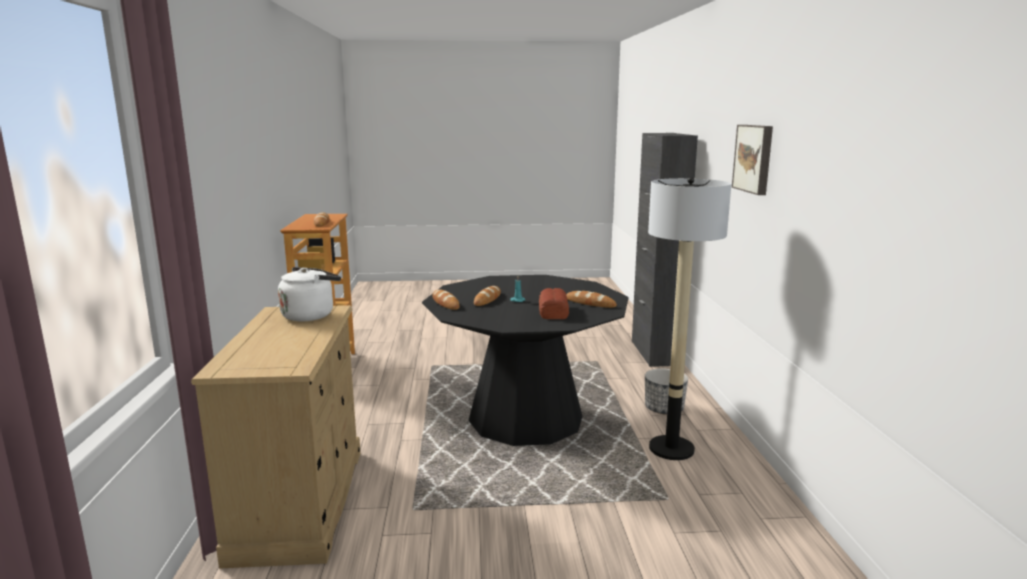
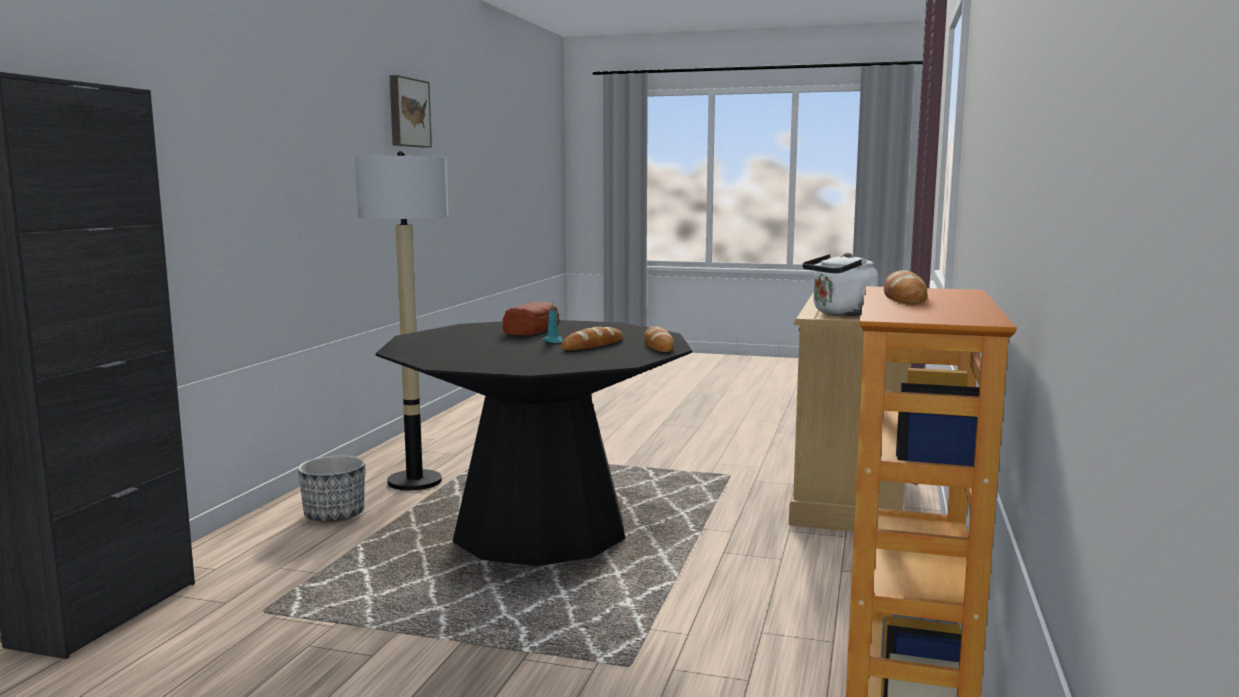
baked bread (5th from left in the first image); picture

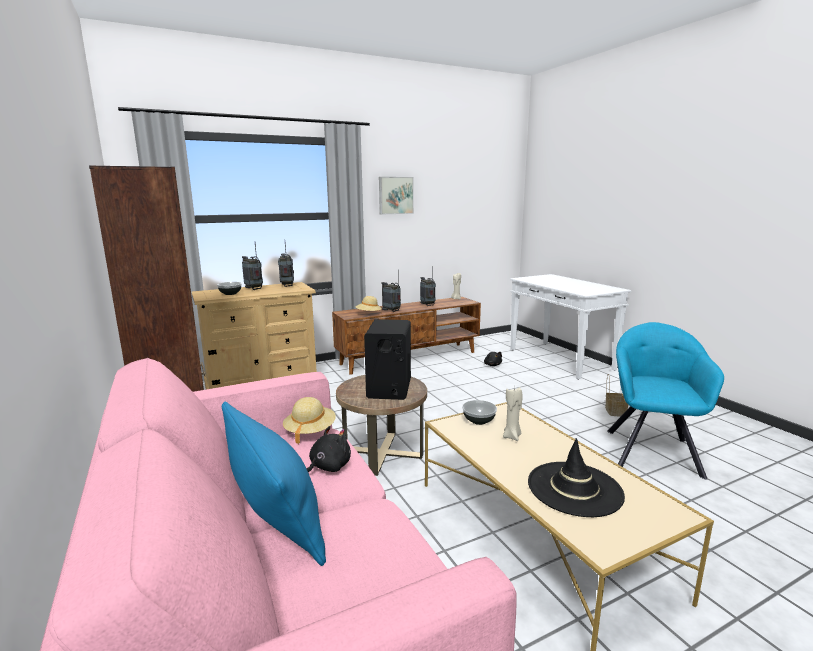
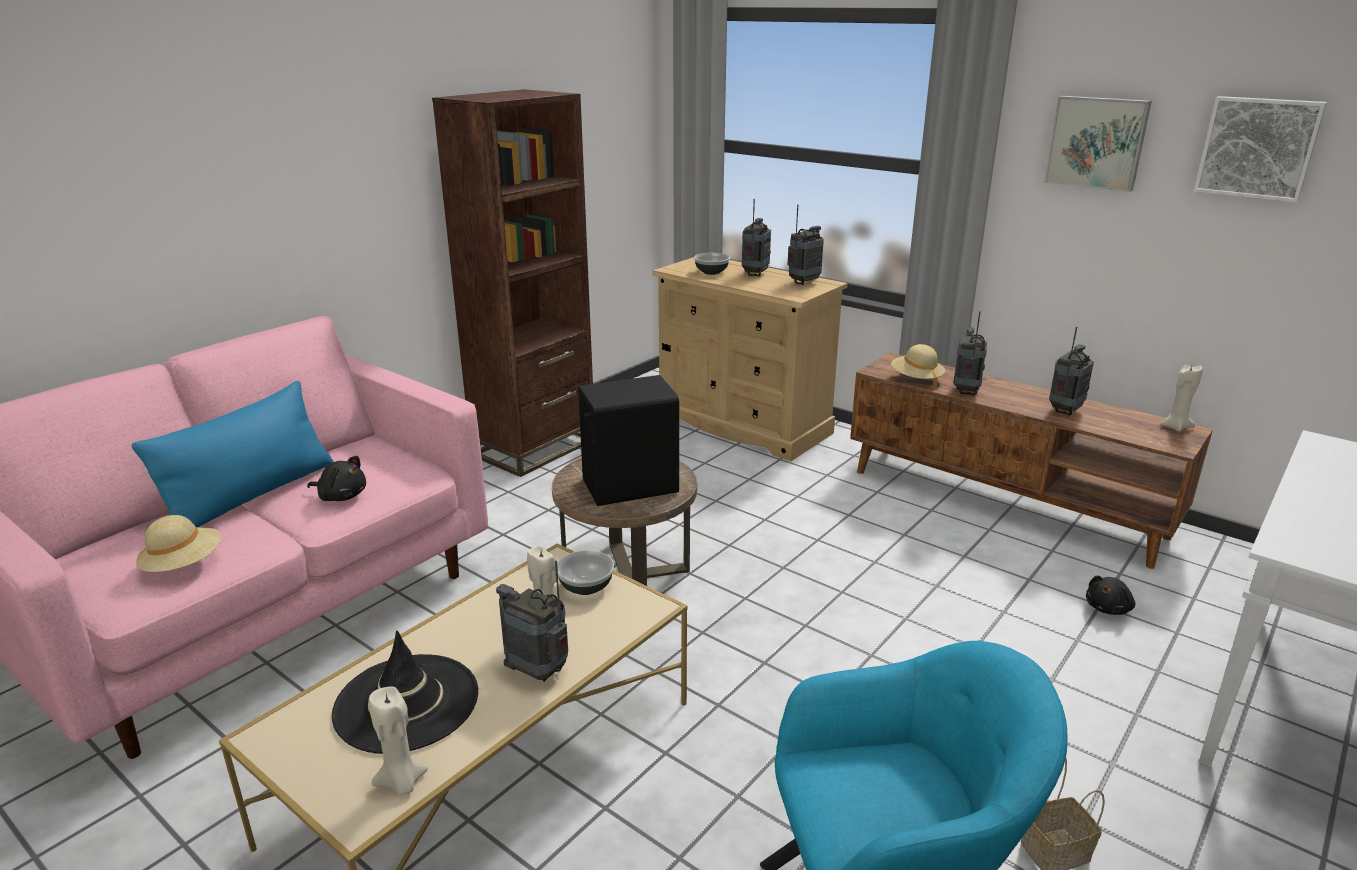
wearable hat (beige-coloured) (1st from left); wax candle (beige-coloured) (1st from left); radio set (1st from left); picture (2nd from left)

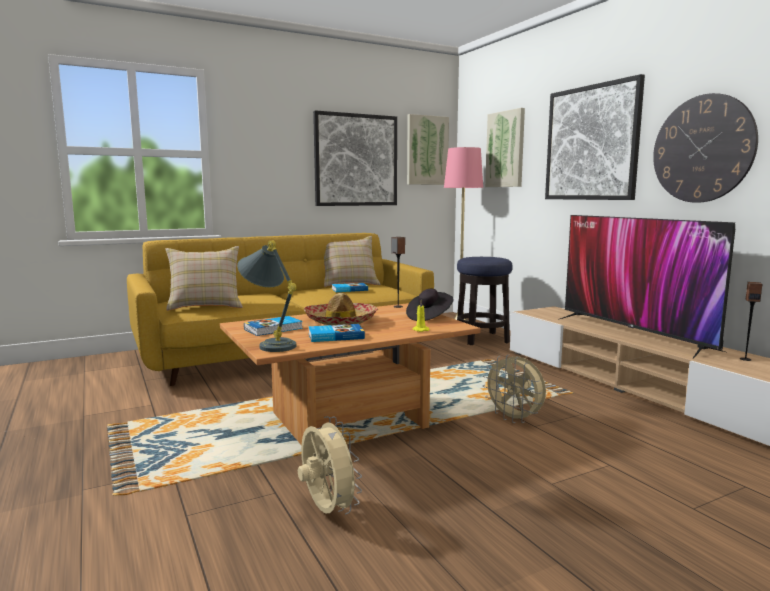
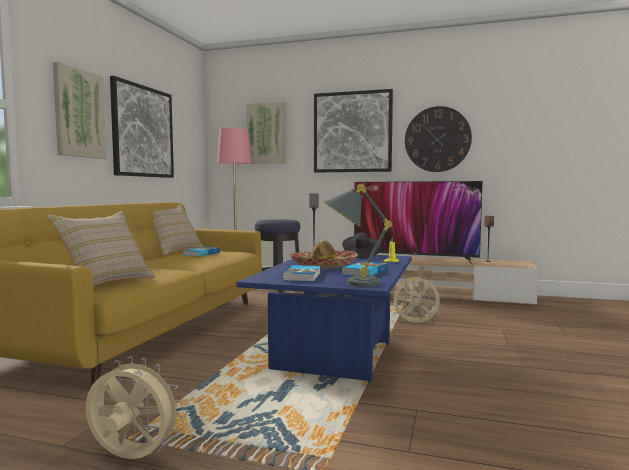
low table (blue-coloured); cooling fan (beige-coloured) (1st from left); picture (1st from left)

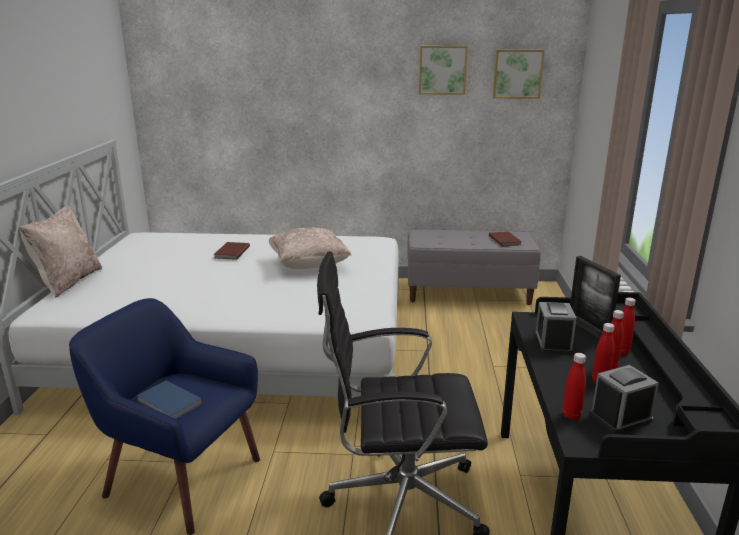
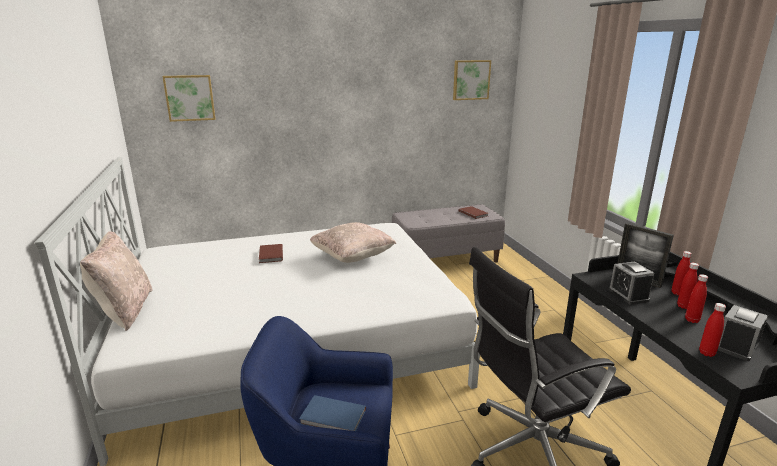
picture (1st from left)

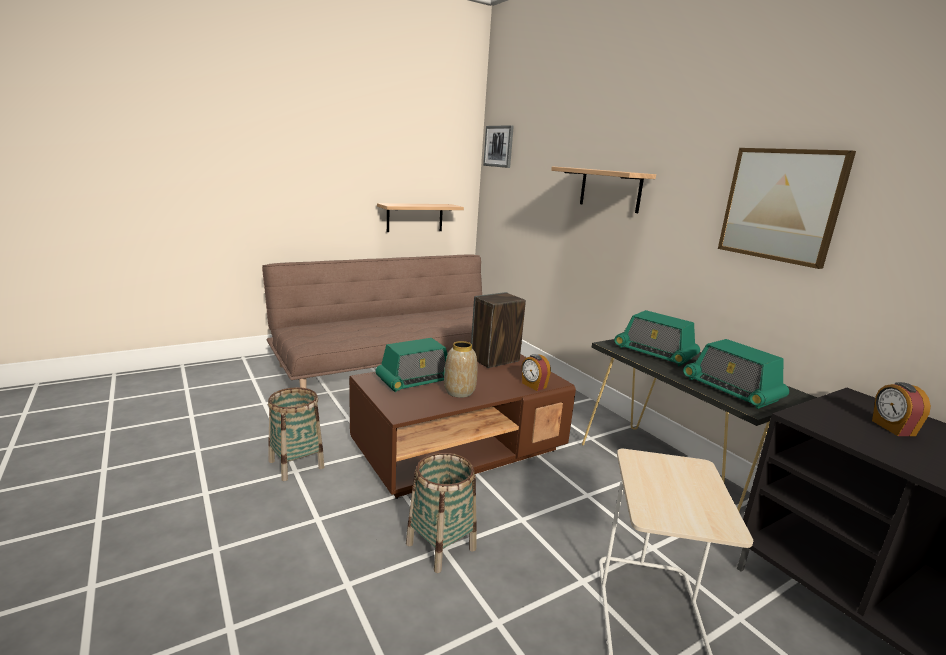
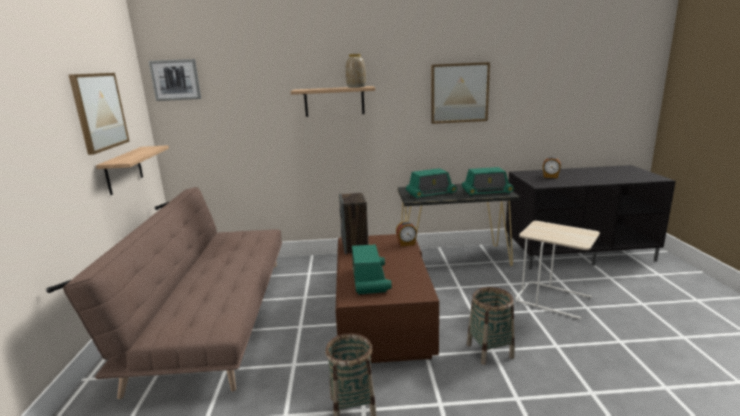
decorative vase; picture (1st from left)

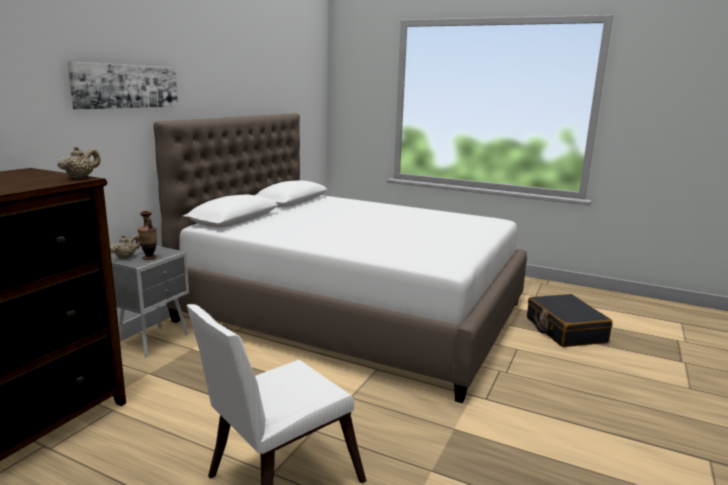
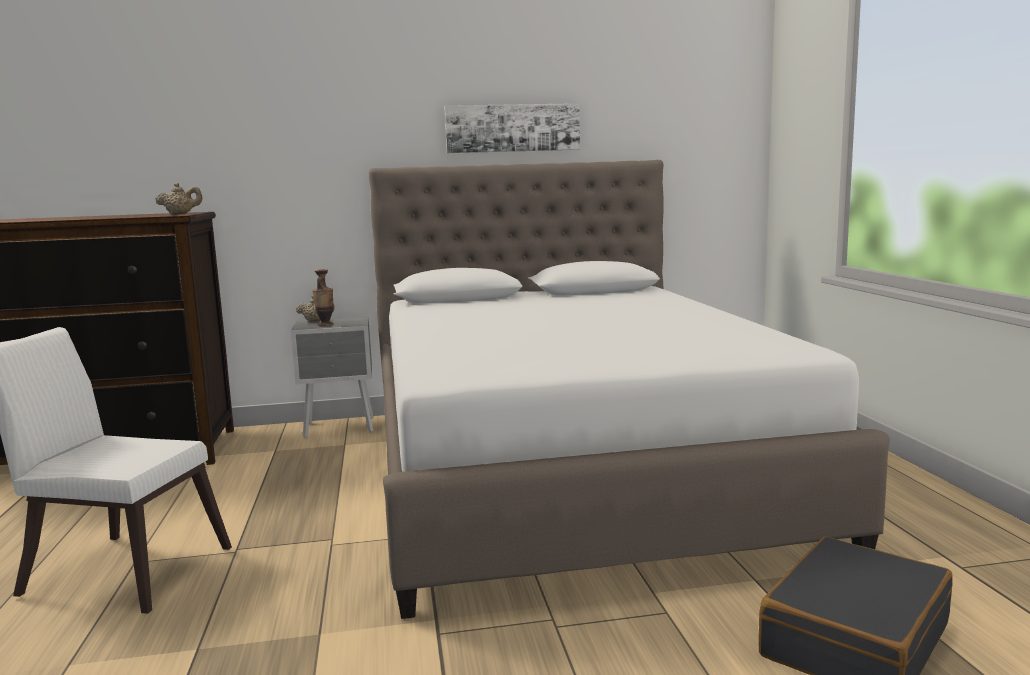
picture

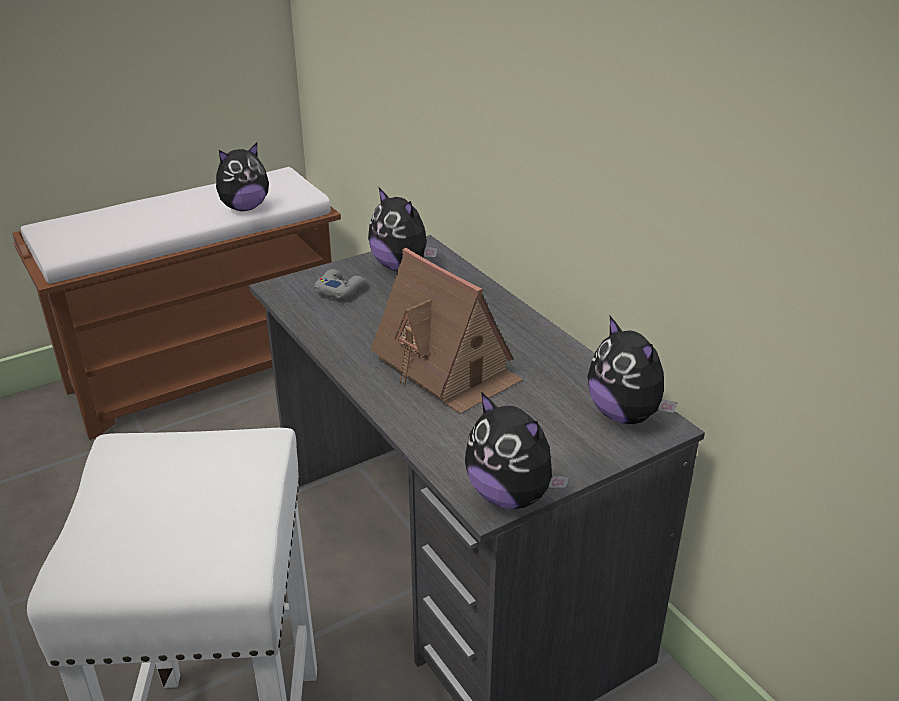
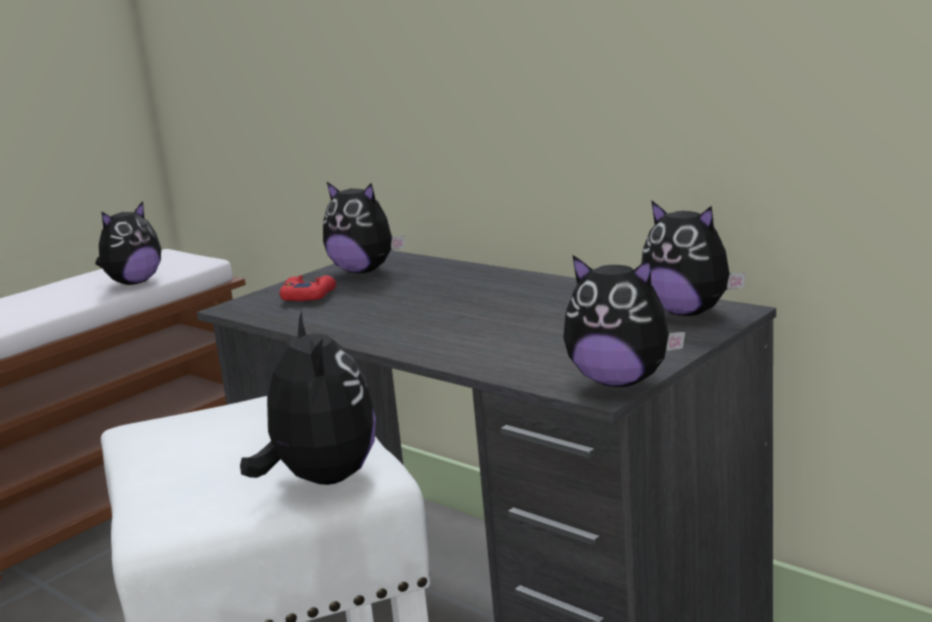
game controller (reddish); model house; cuddly toy (2nd from left)

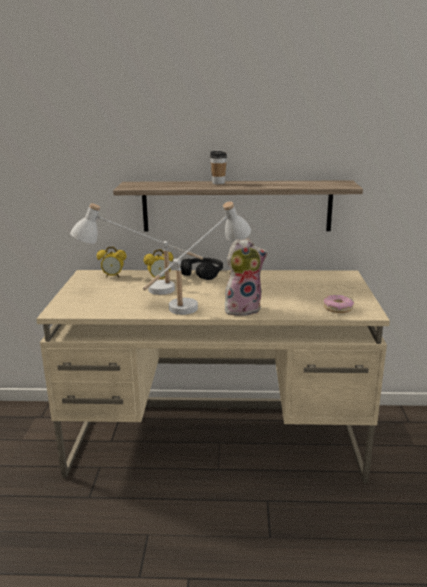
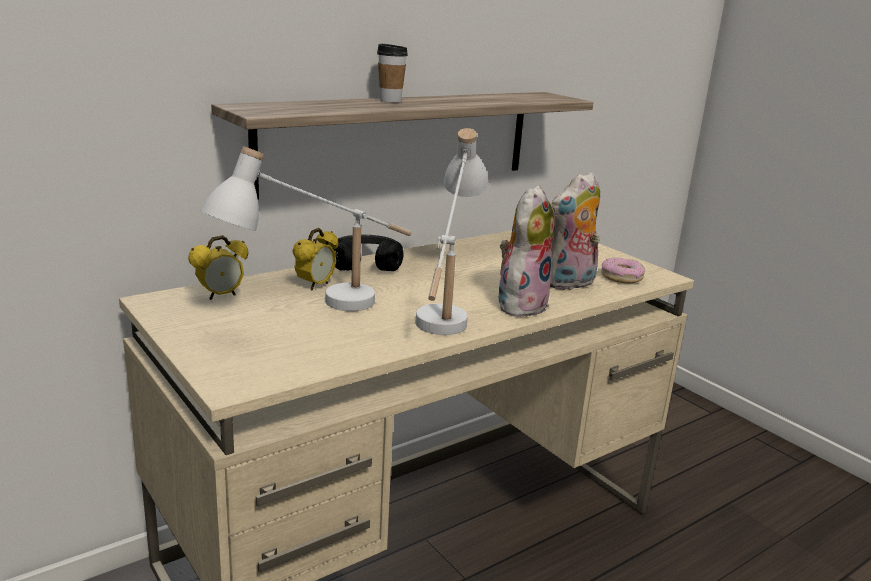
cuddly toy (2nd from left)

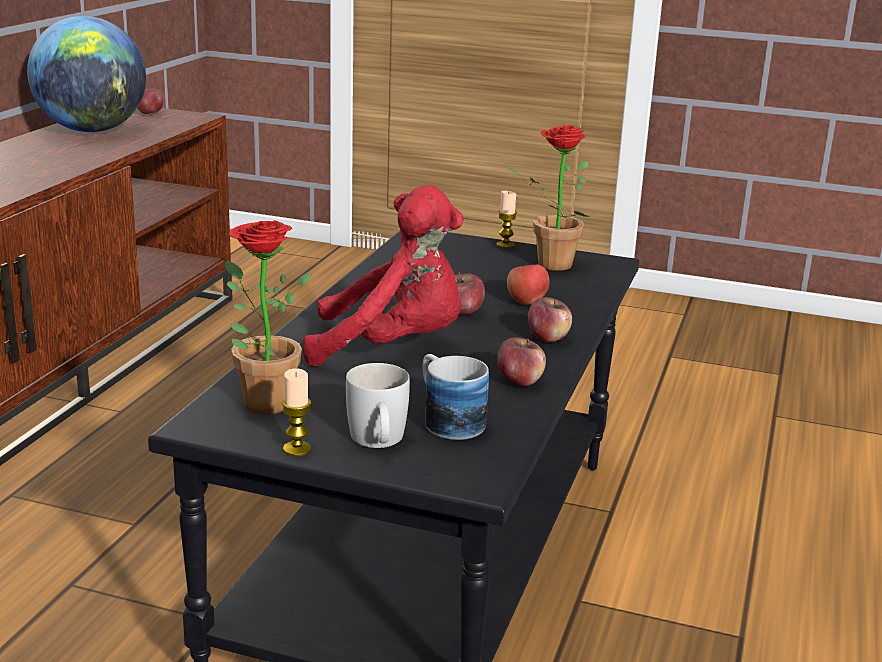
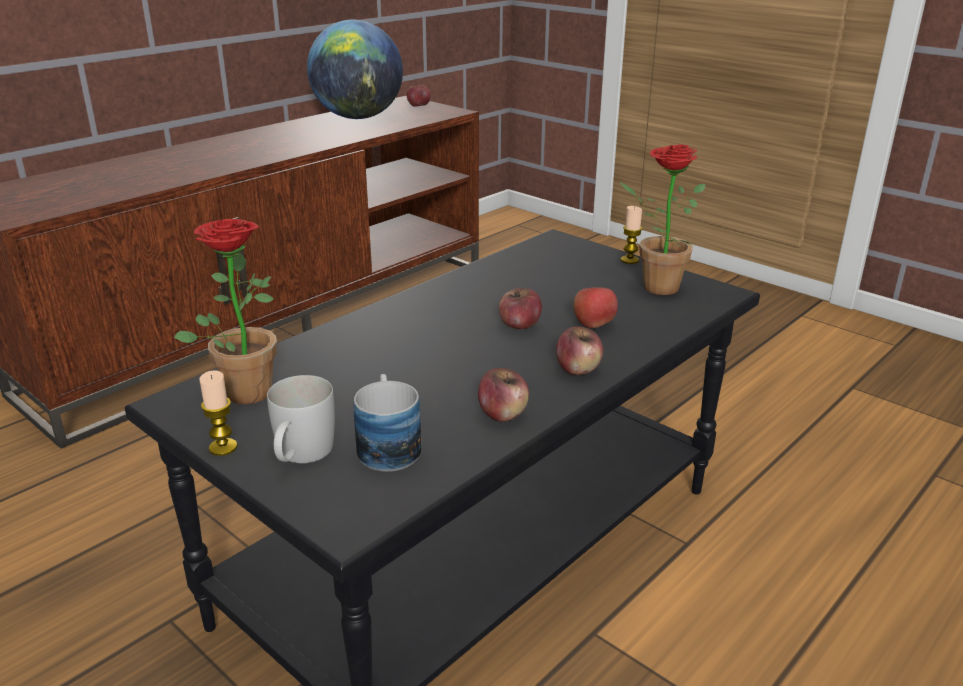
cuddly toy (reddish)

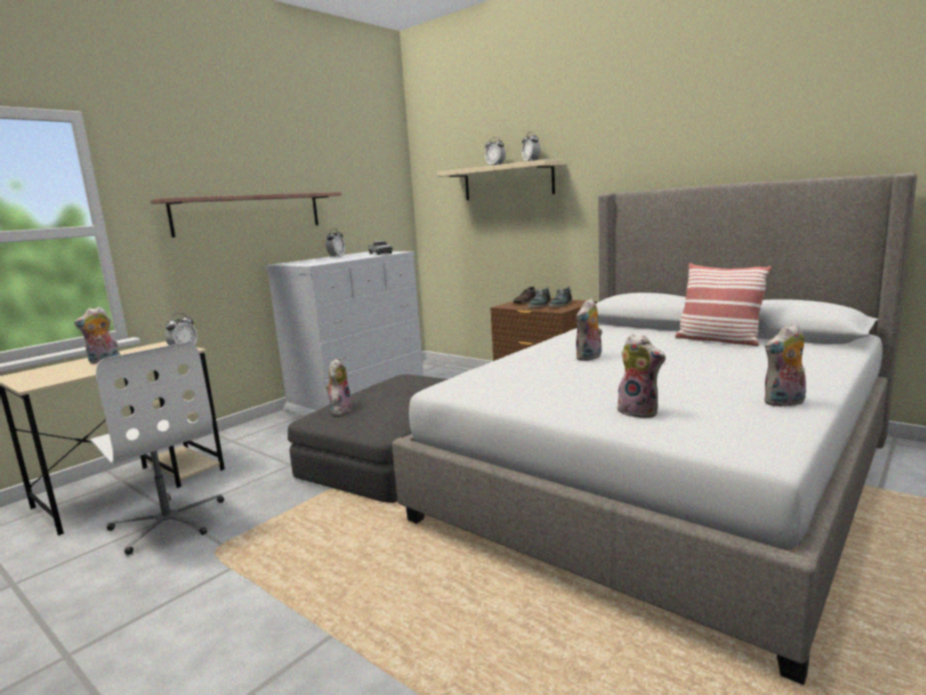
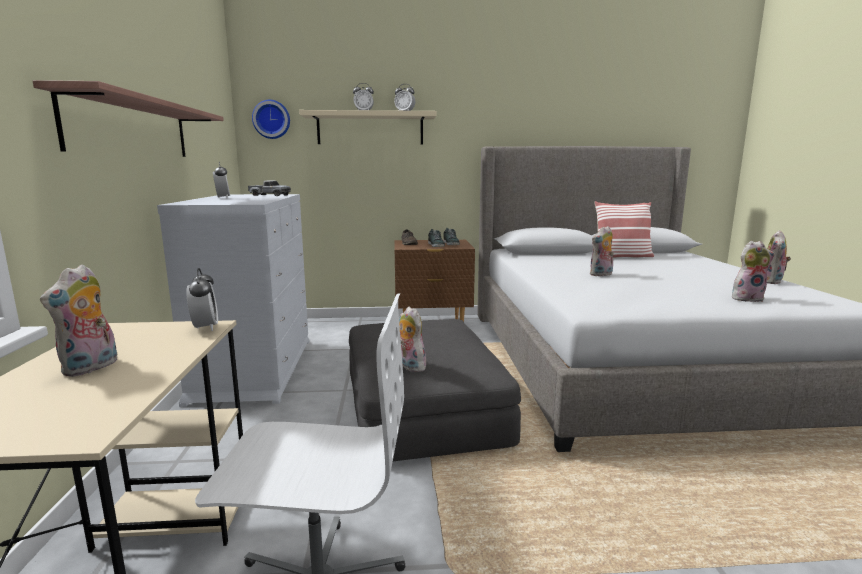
cuddly toy (3rd from left); wall clock

